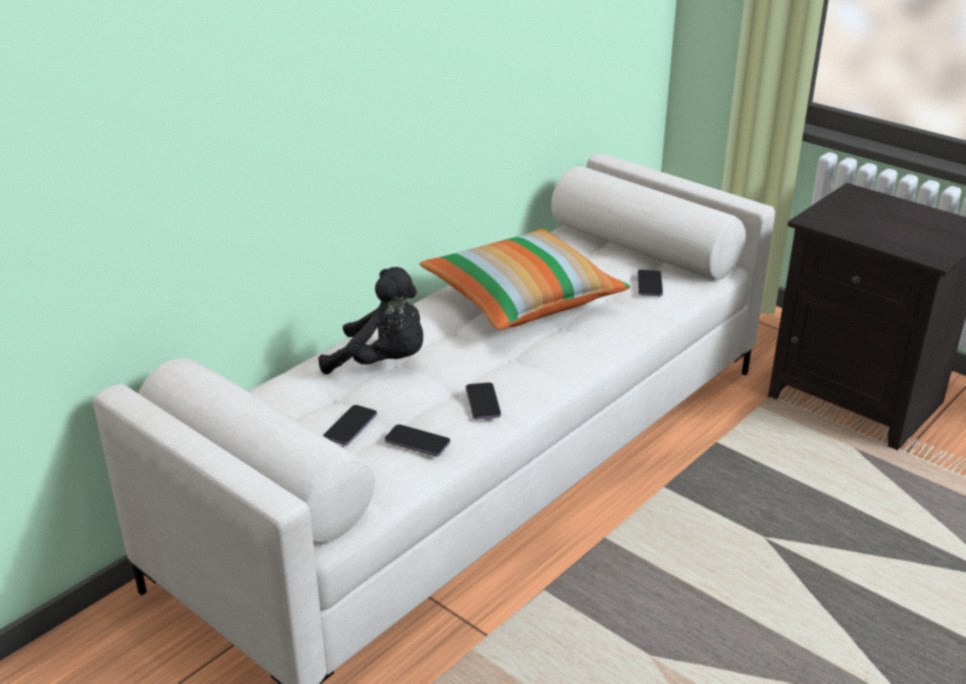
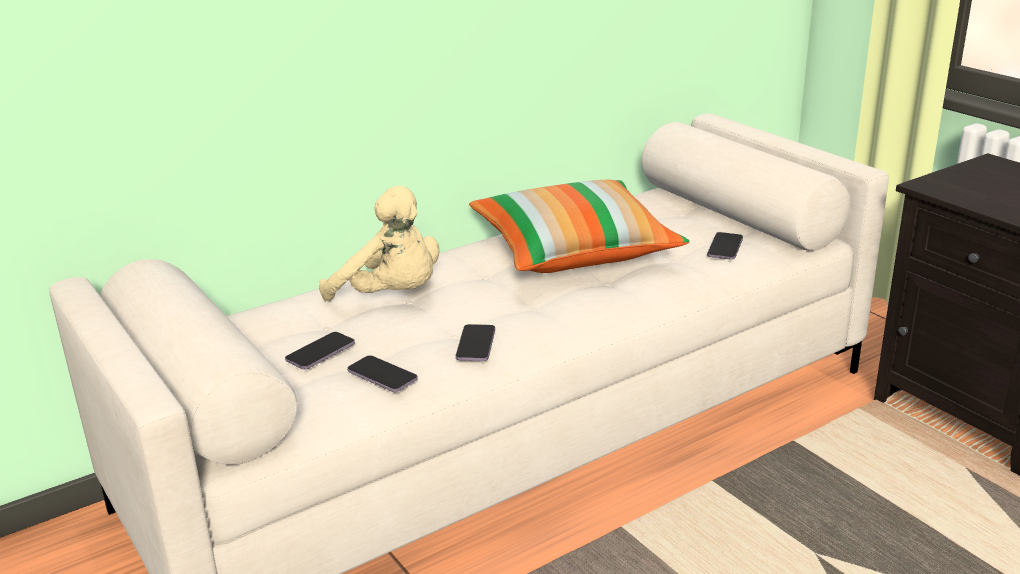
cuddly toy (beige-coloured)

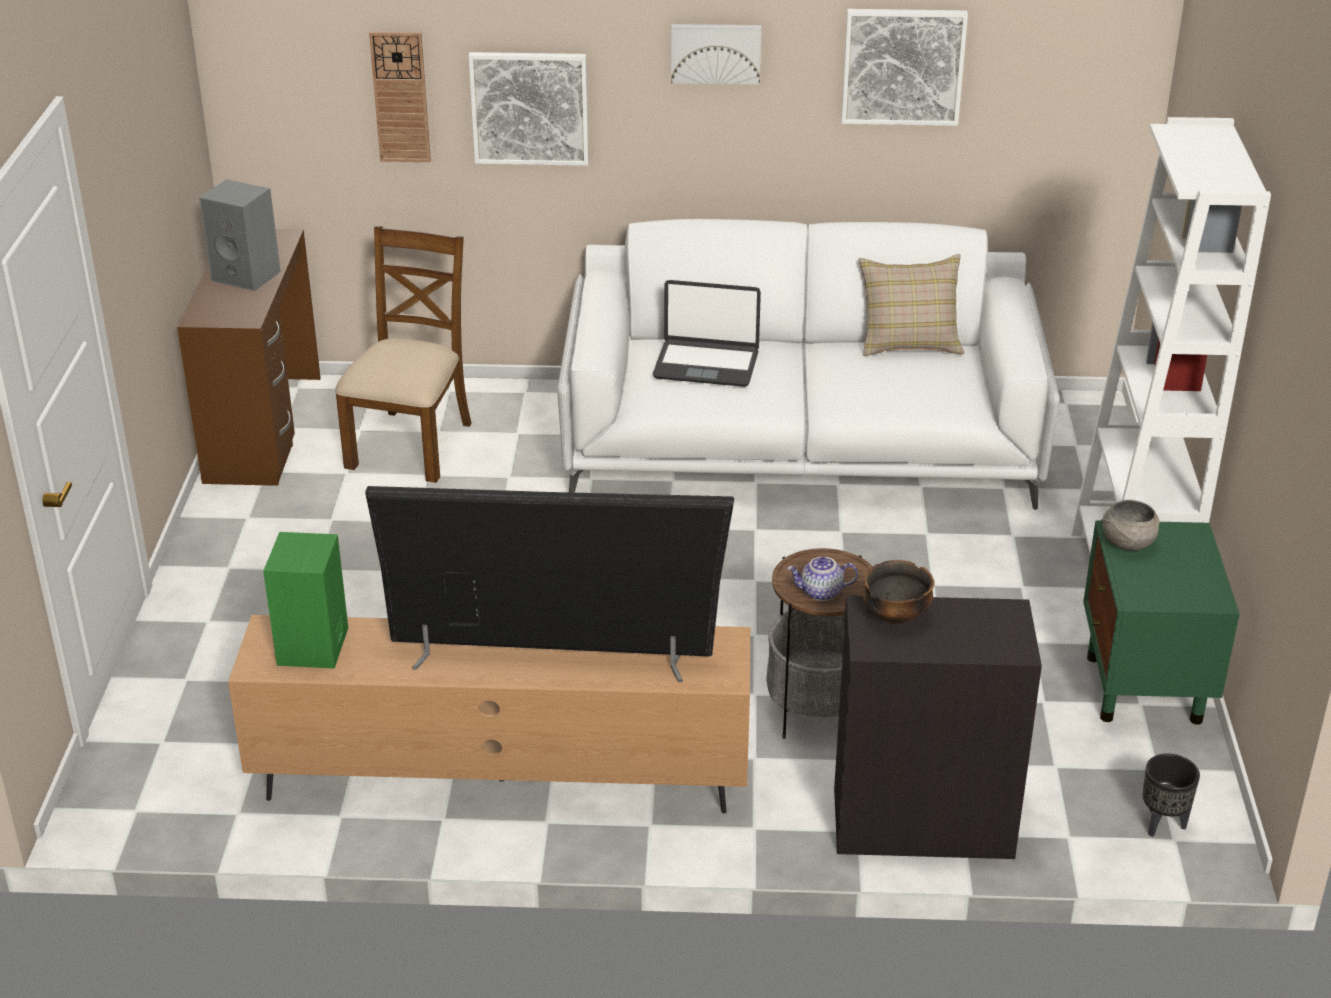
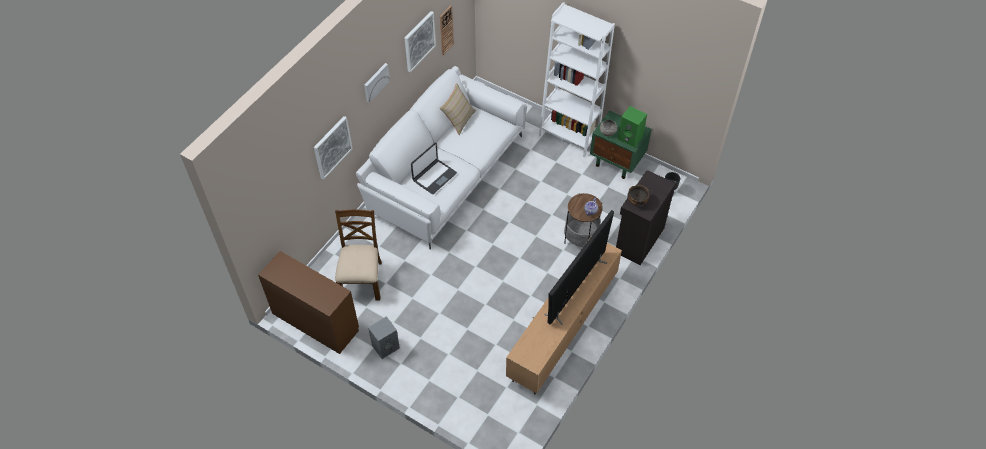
audio speaker (gray); audio speaker (green-coloured); plain chair (brown-coloured); wall clock

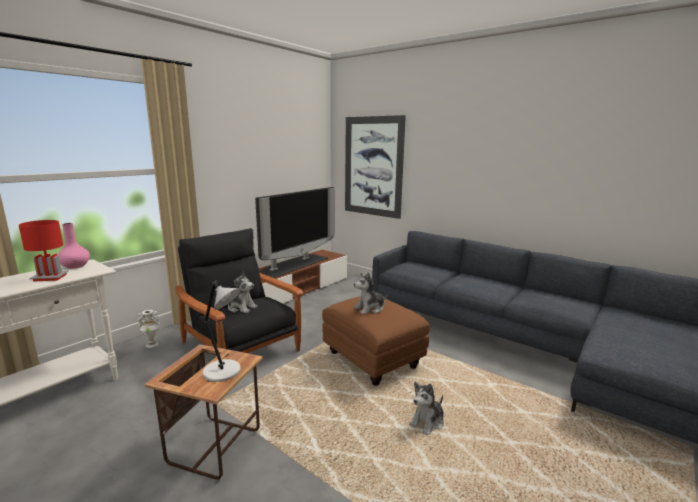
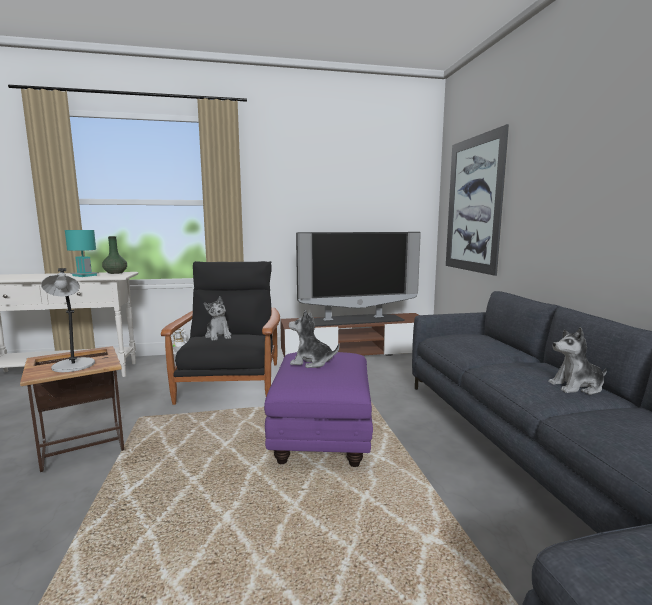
lamp for a table (turquoise); decorative vase (green-coloured); ottoman (purple); cuddly toy (3rd from left)

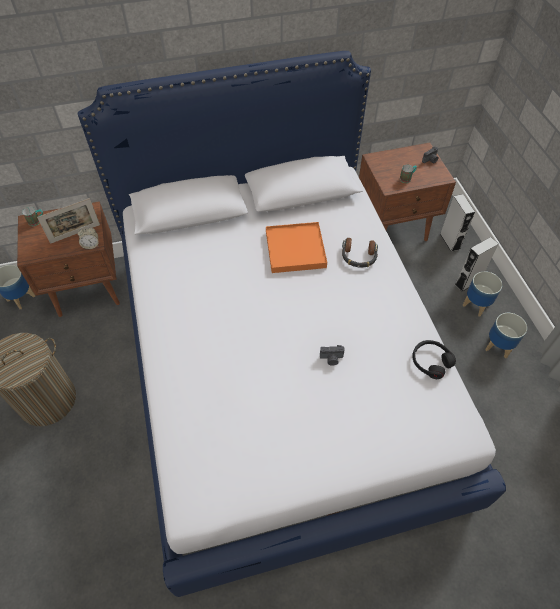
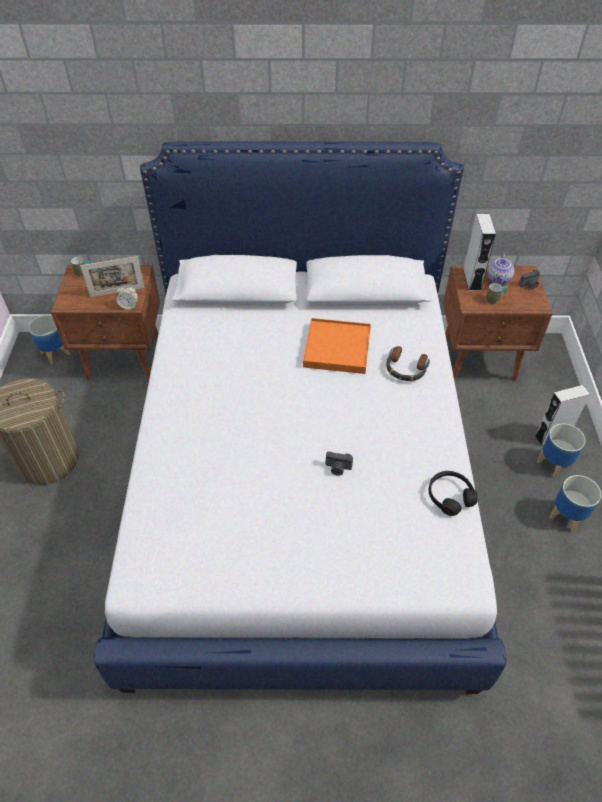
audio speaker (gray) (1st from left); pot for tea

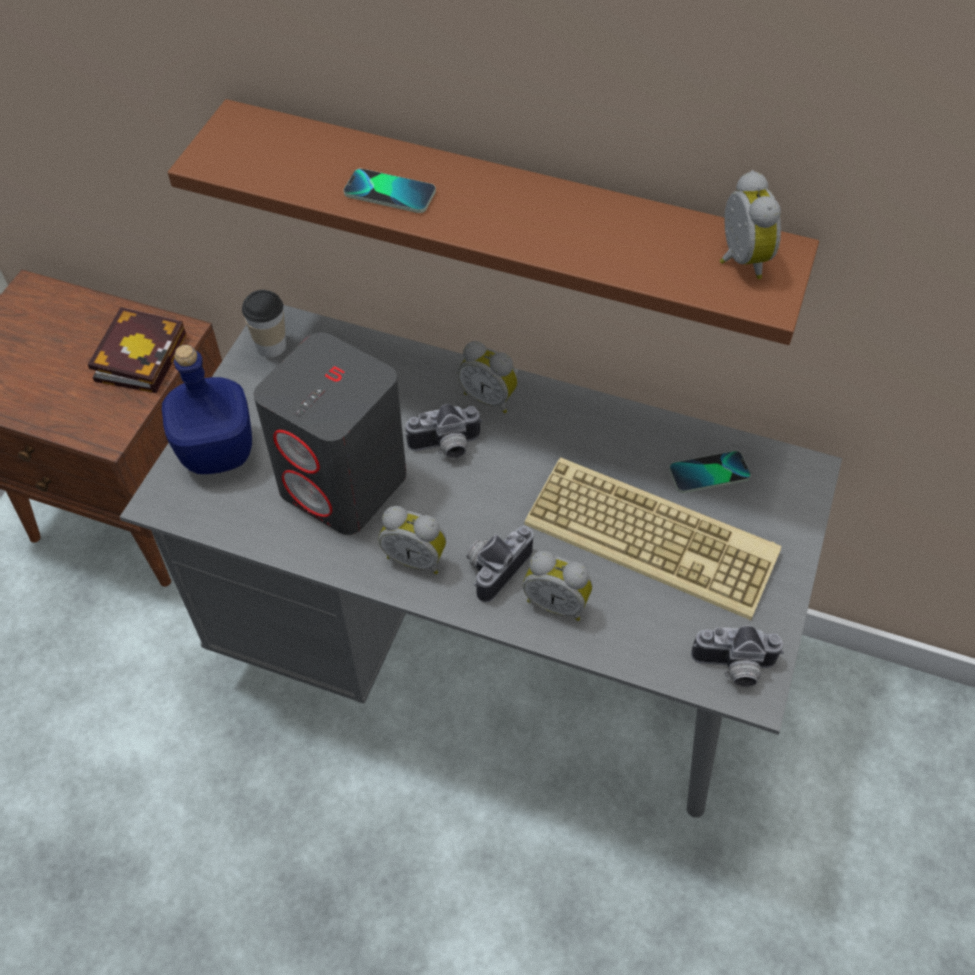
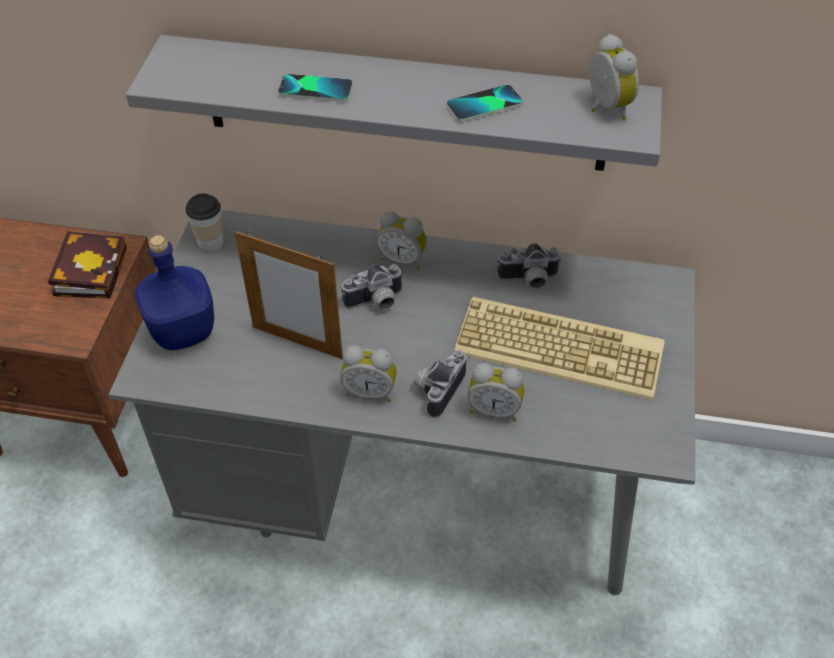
wall shelf (gray); photo frame; telephone (2nd from left); still camera (3rd from left)

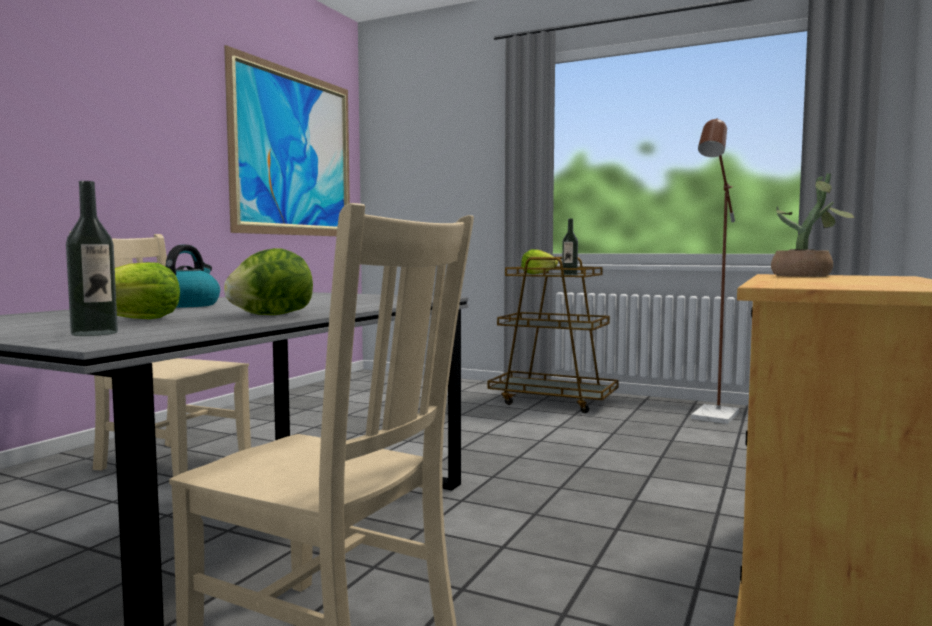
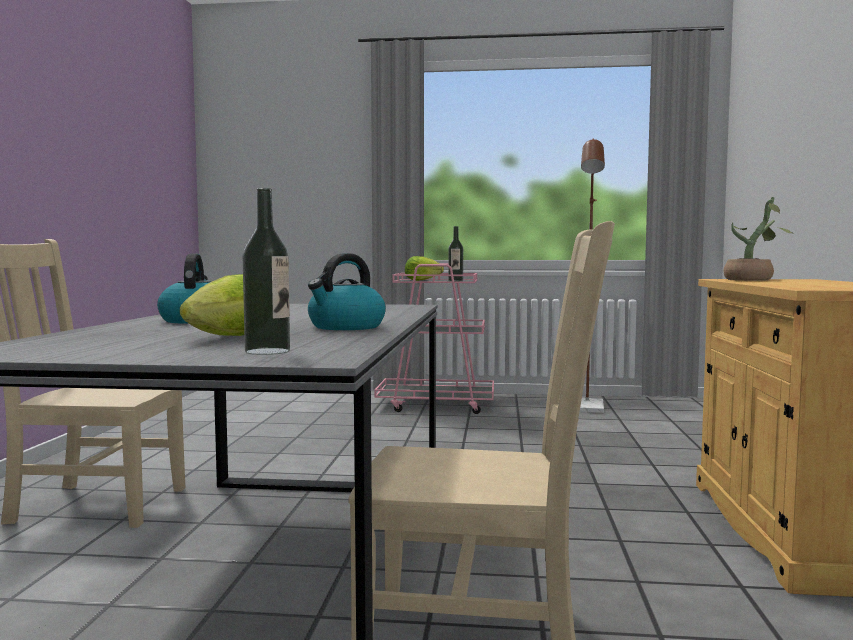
picture; water kettle (2nd from left); cart (pinkish)

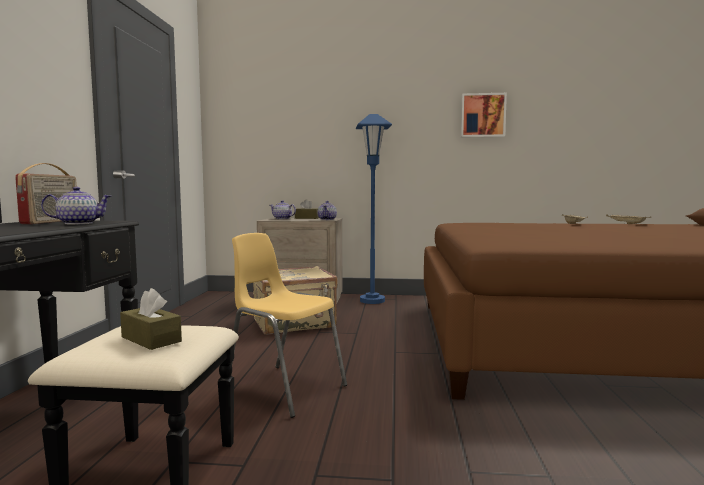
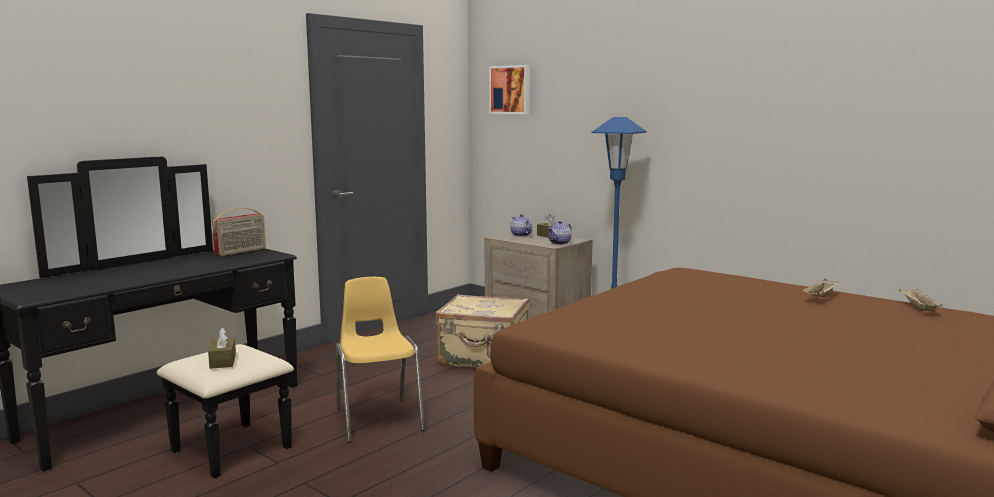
pot for tea (1st from left in the first image); picture

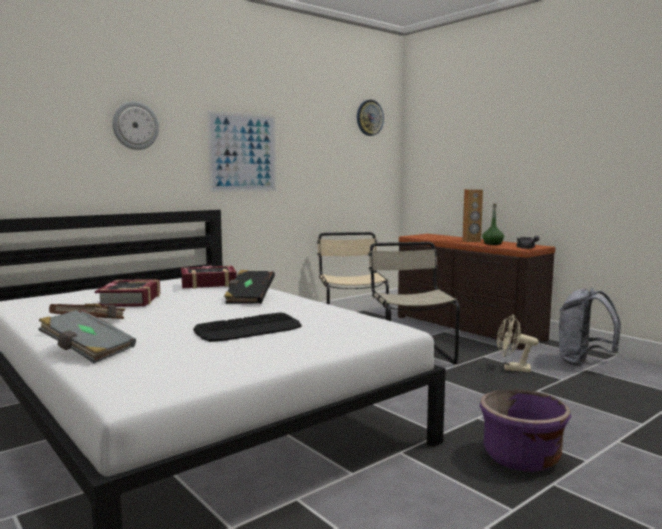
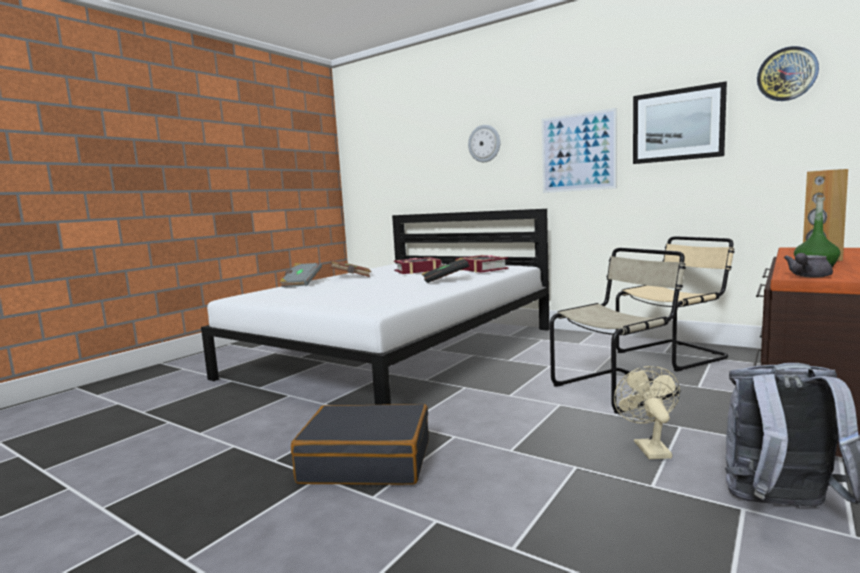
PC keyboard; suitcase (blackish); picture (2nd from left)

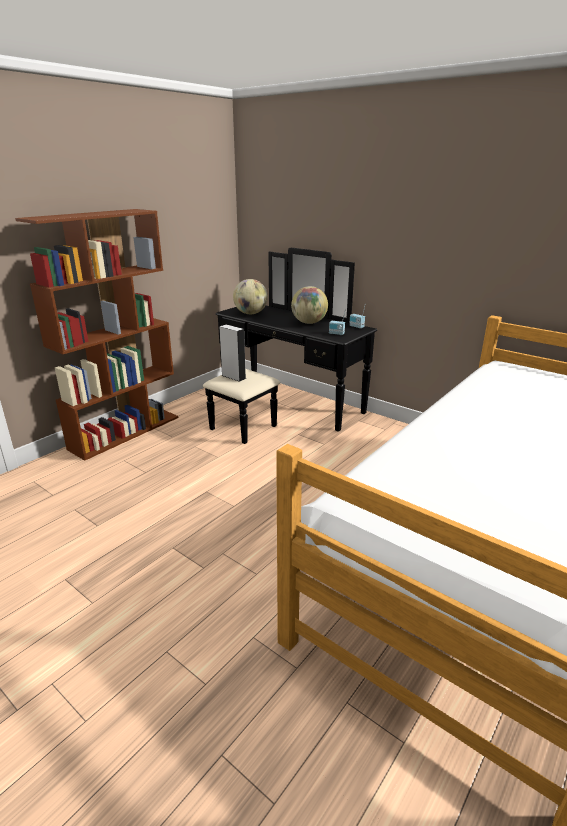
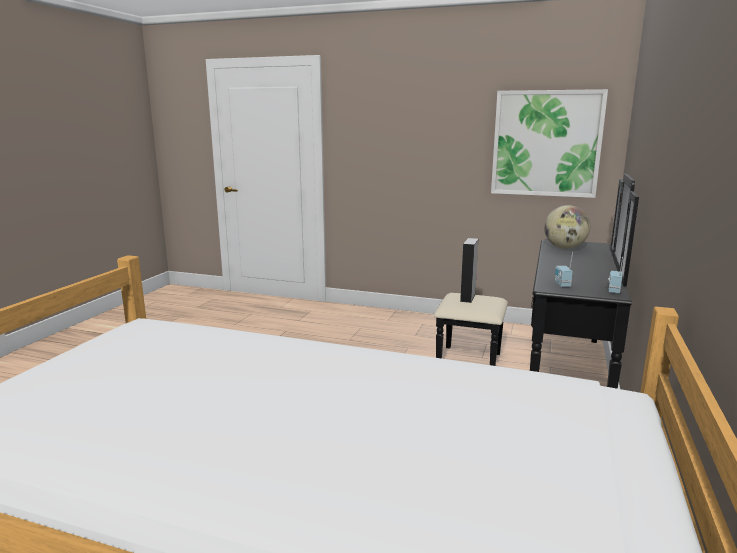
shelving unit (brown-coloured); globe (2nd from left in the first image); picture

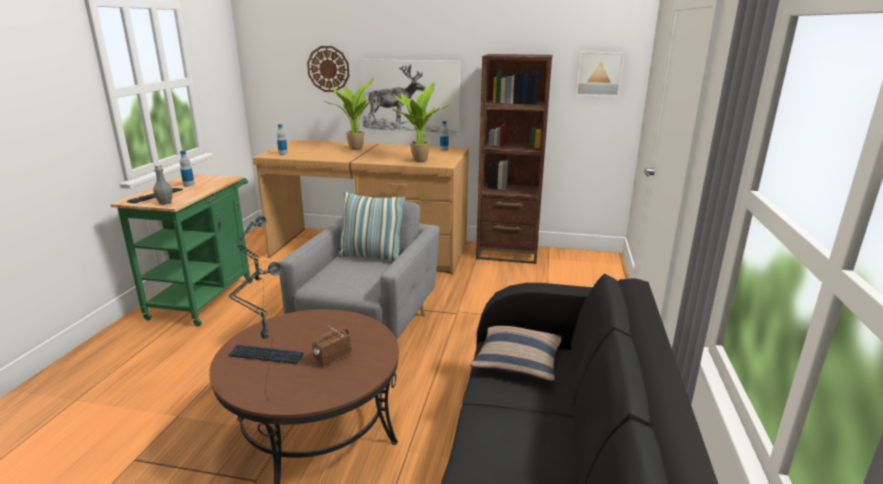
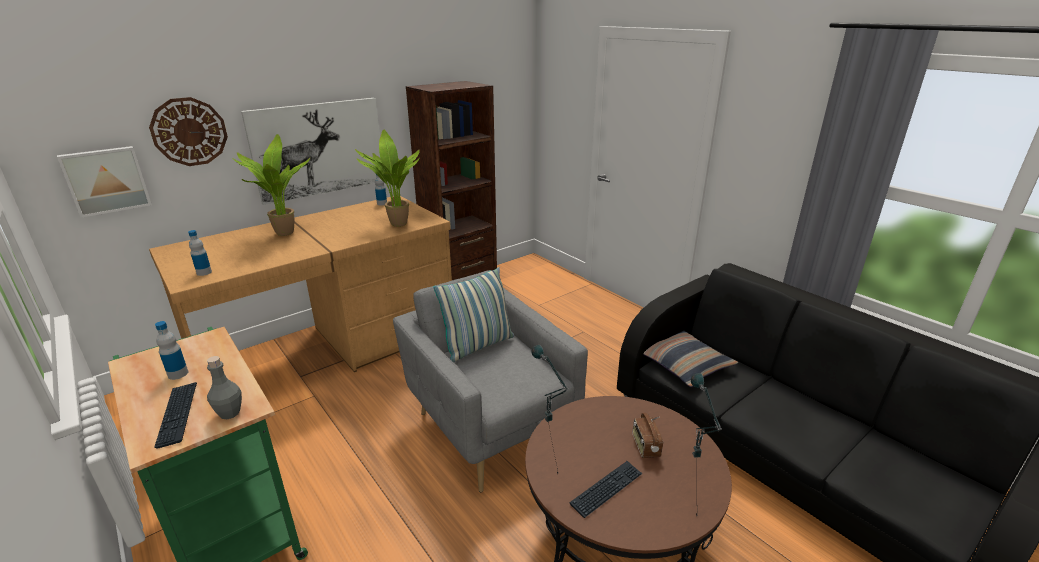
picture (1st from left)

